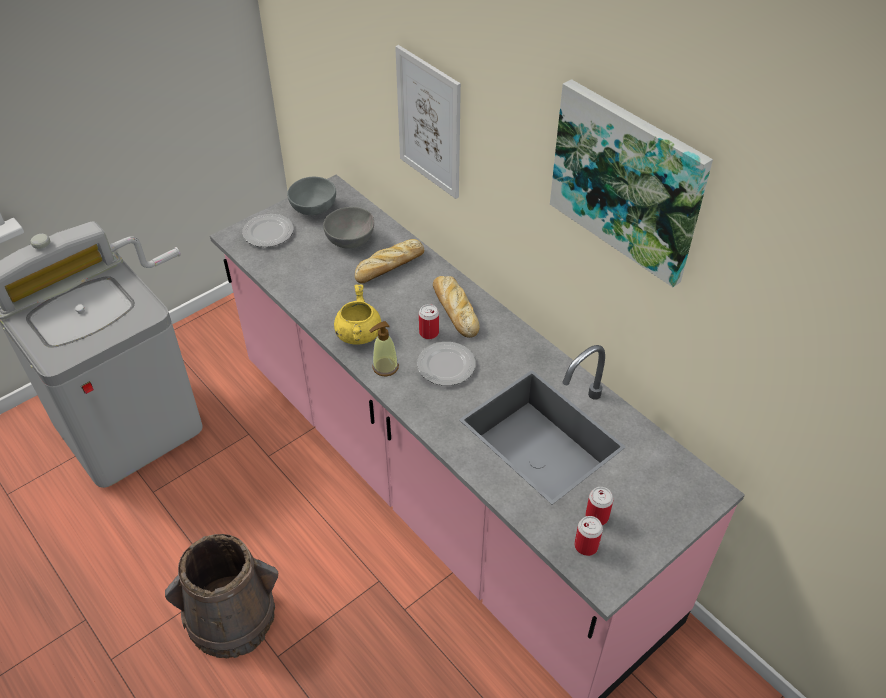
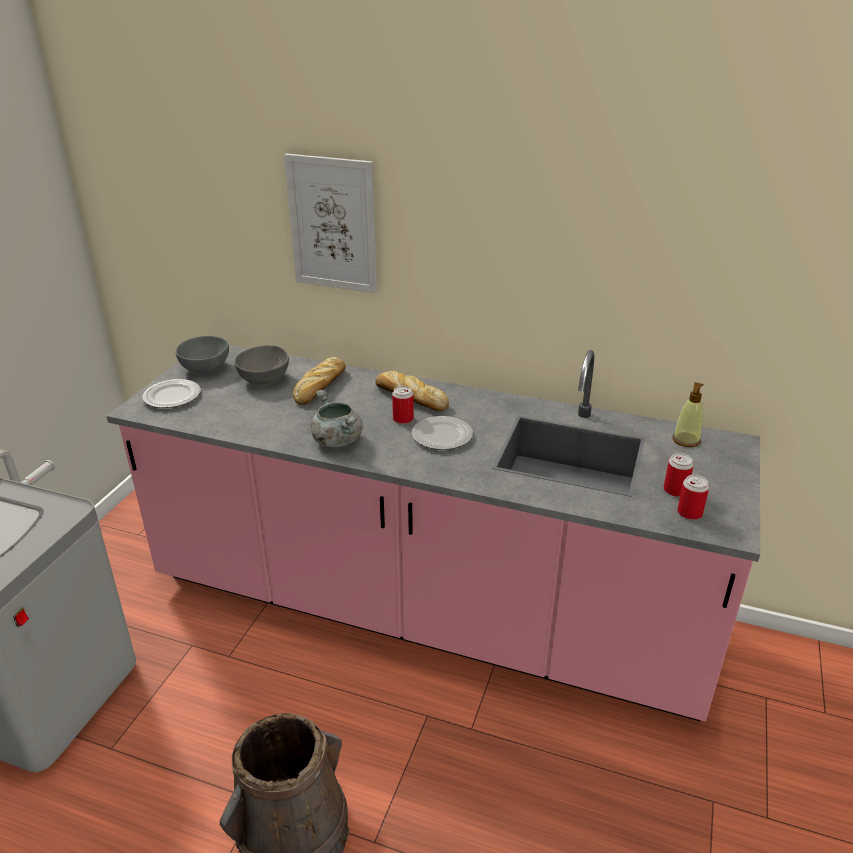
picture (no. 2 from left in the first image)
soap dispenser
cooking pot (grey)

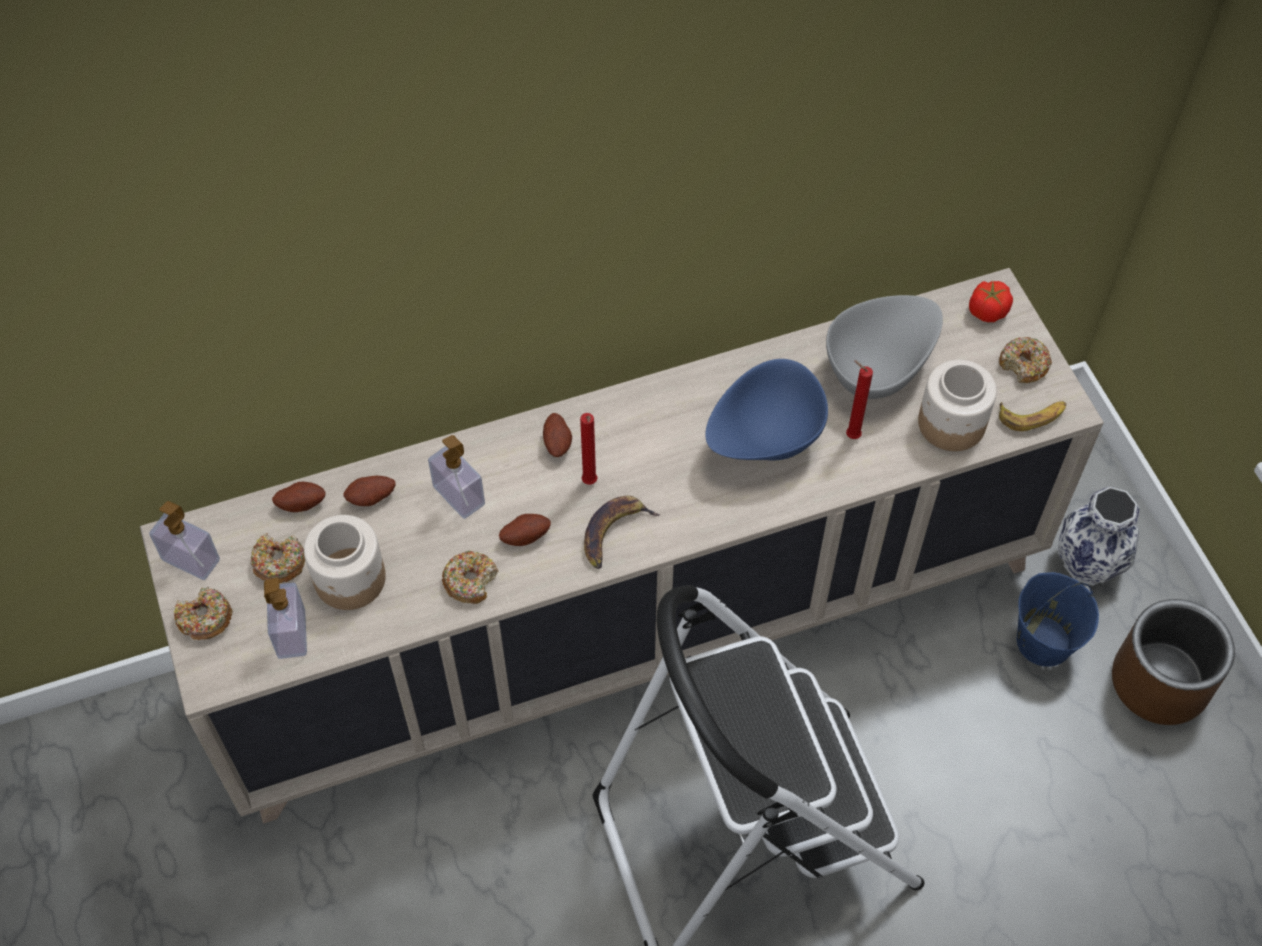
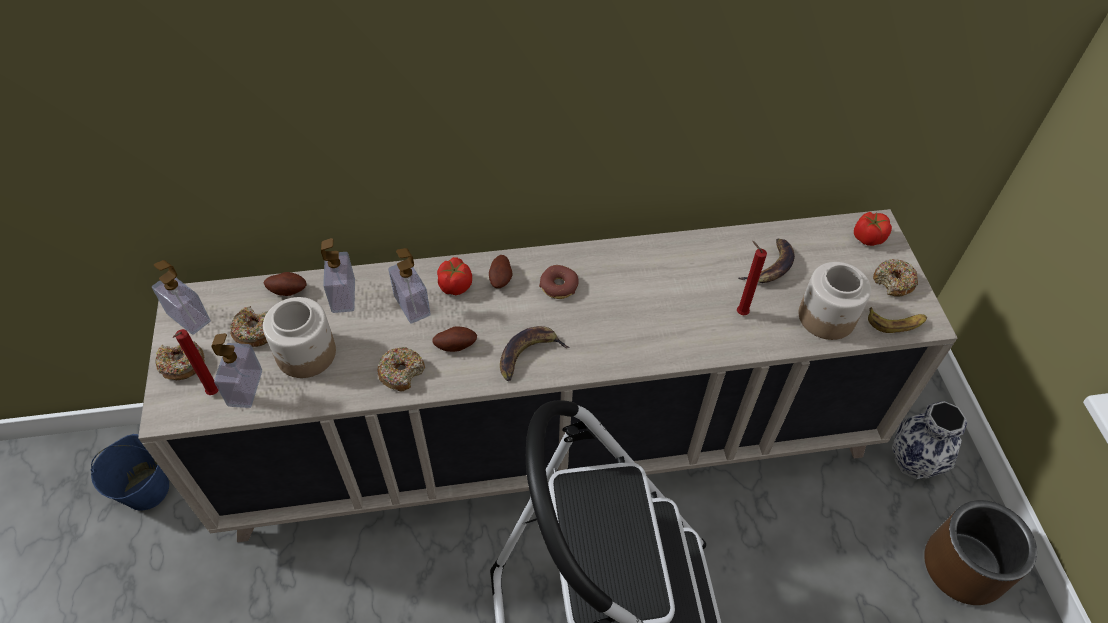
bowl (blue)
tomato (no. 1 from left)
donut (no. 4 from left)
candle (red) (no. 1 from left)
bucket (blue)
soap dispenser (no. 3 from left)
banana (no. 2 from left)

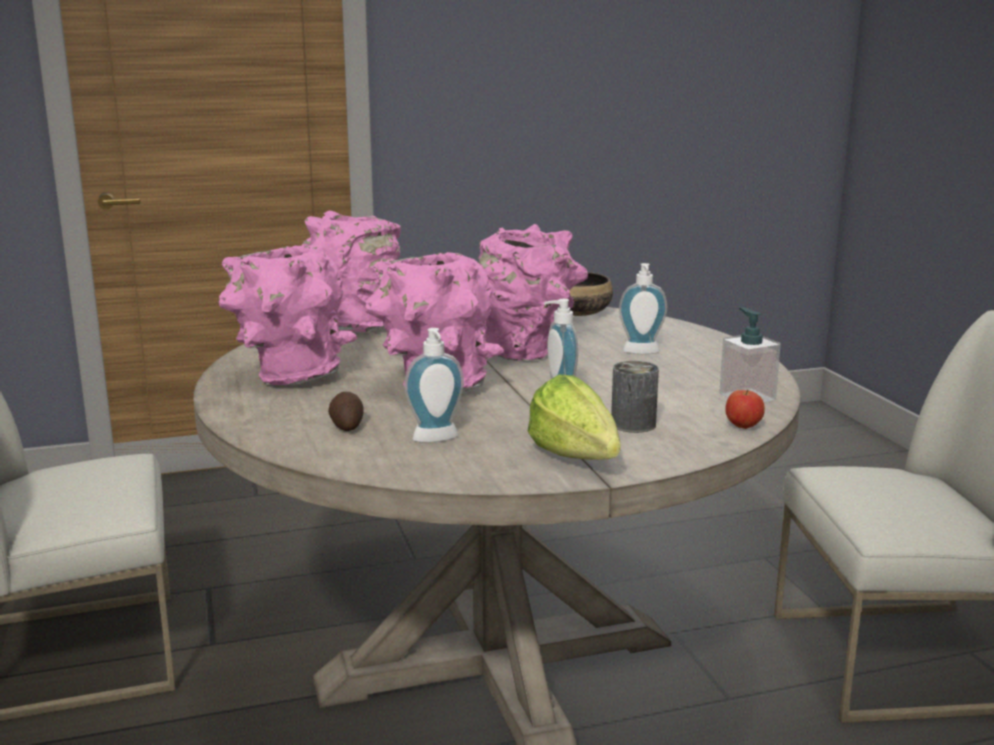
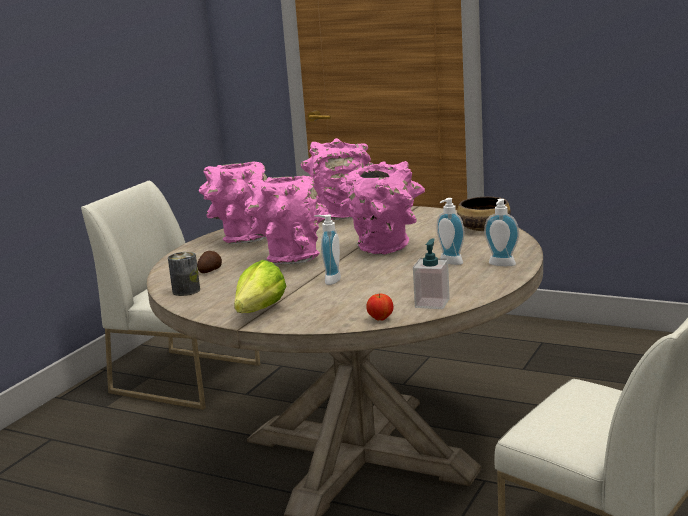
soap dispenser (no. 4 from left)
can

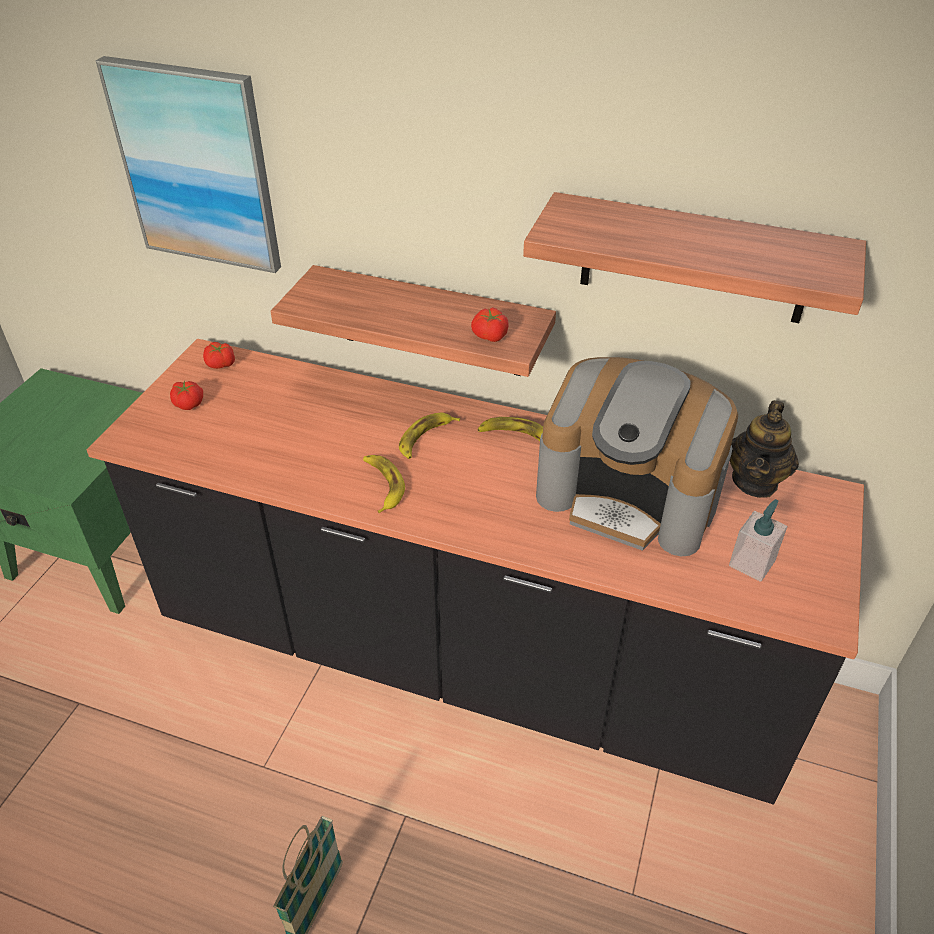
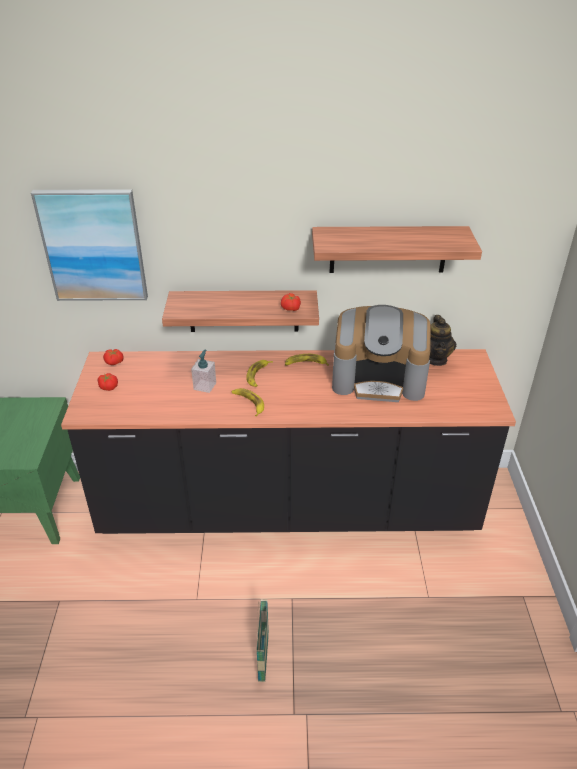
soap dispenser

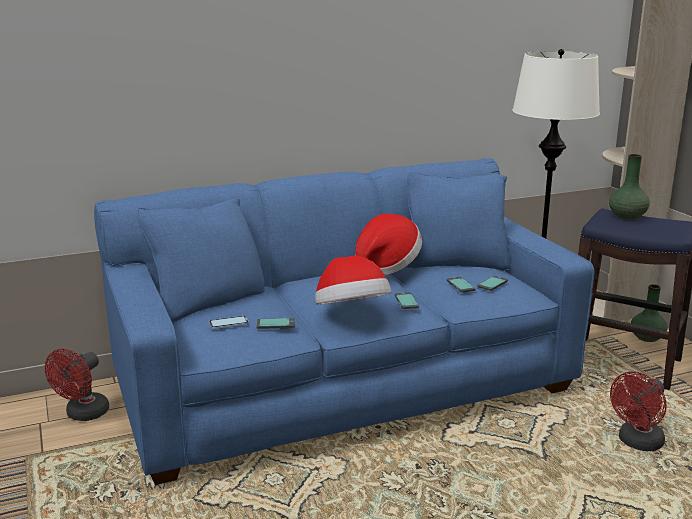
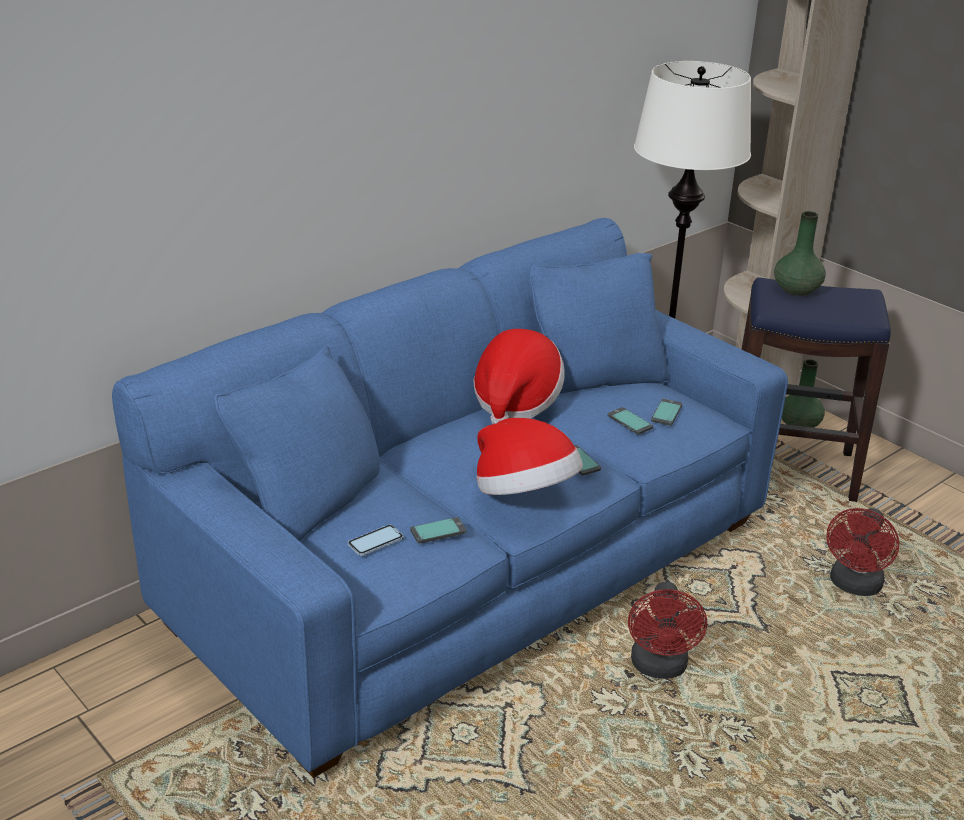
fan (red) (no. 1 from left)

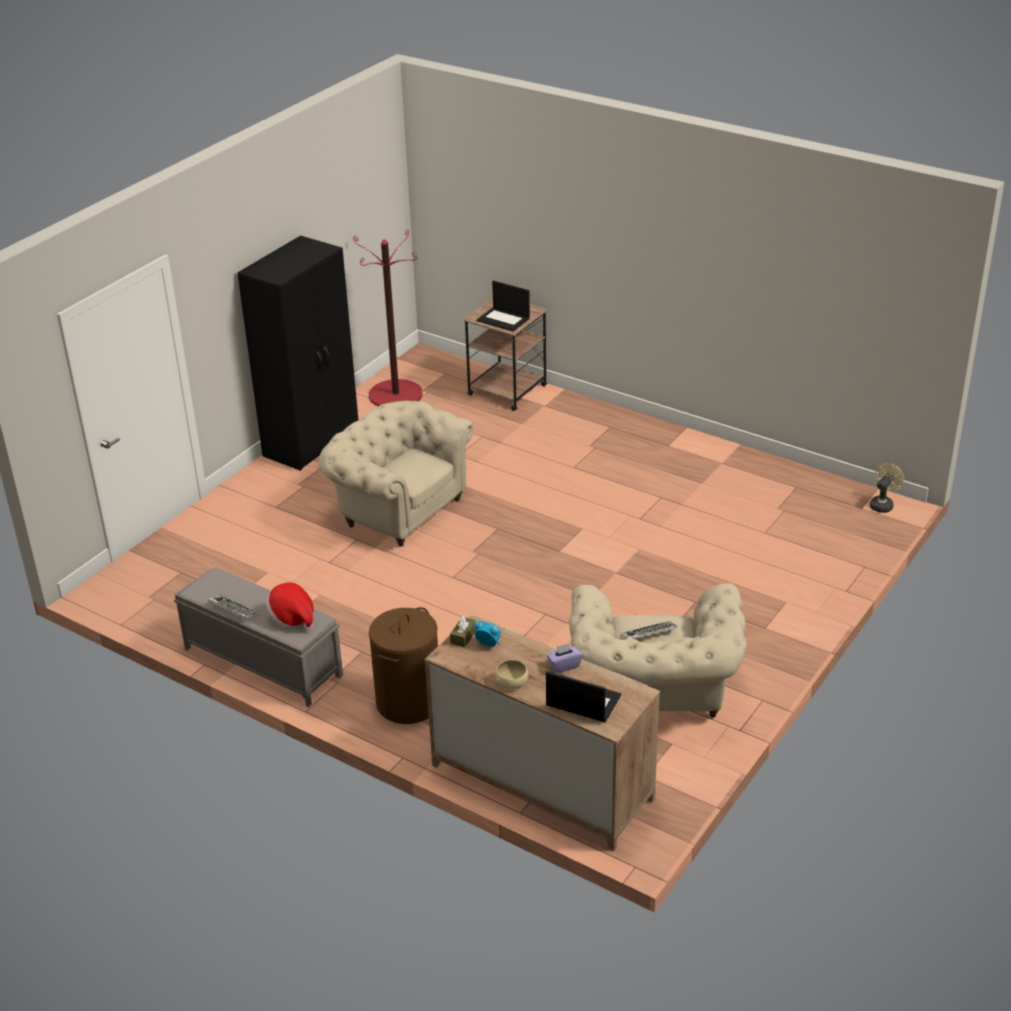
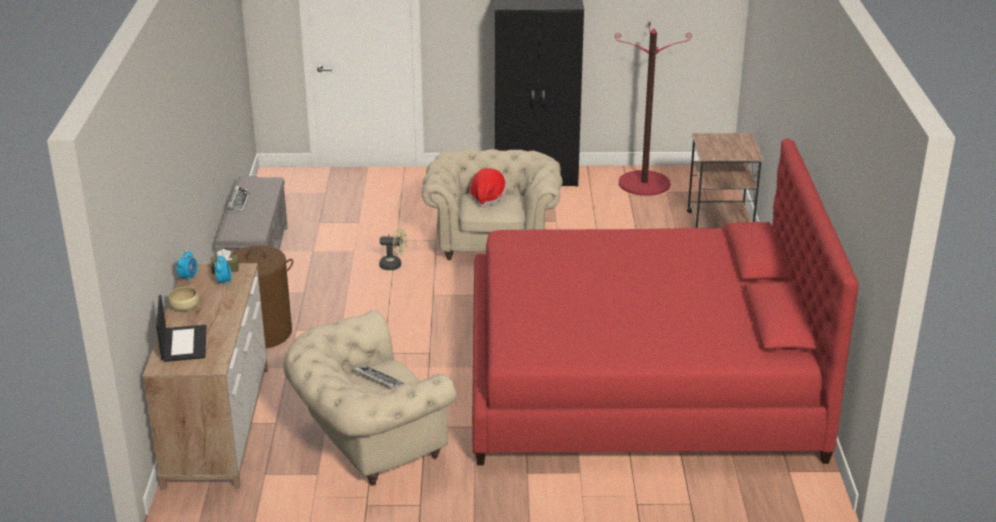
laptop (no. 1 from left in the first image)
tissue box (purple)
alarm clock (no. 1 from left)
bed (red)
hat
fan (beige)

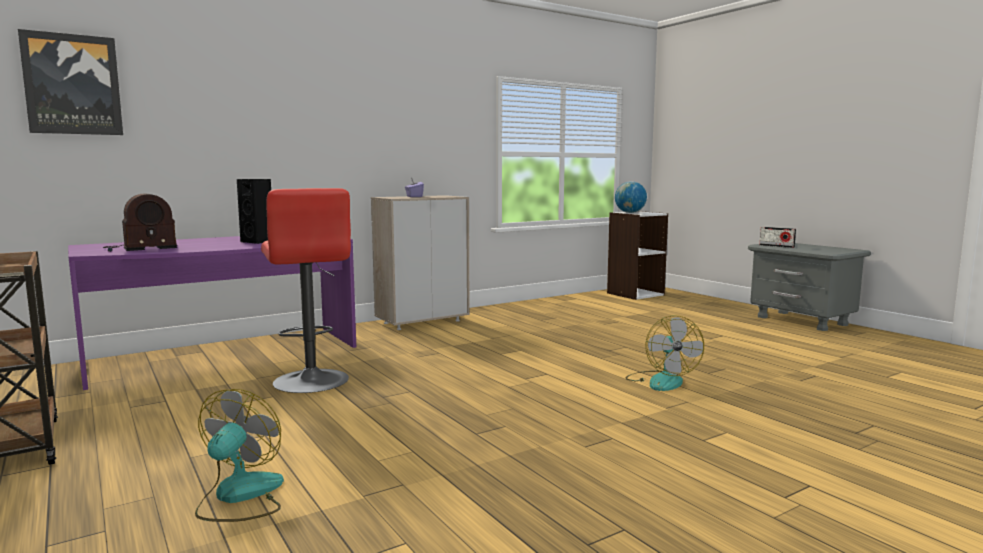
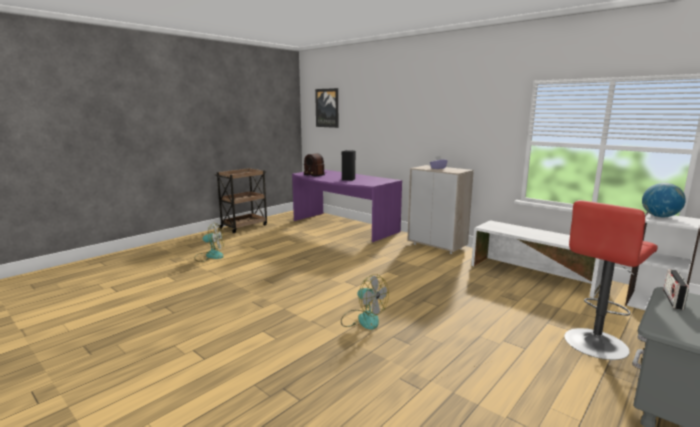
bench (white)
stool (red)
fan (no. 2 from left)

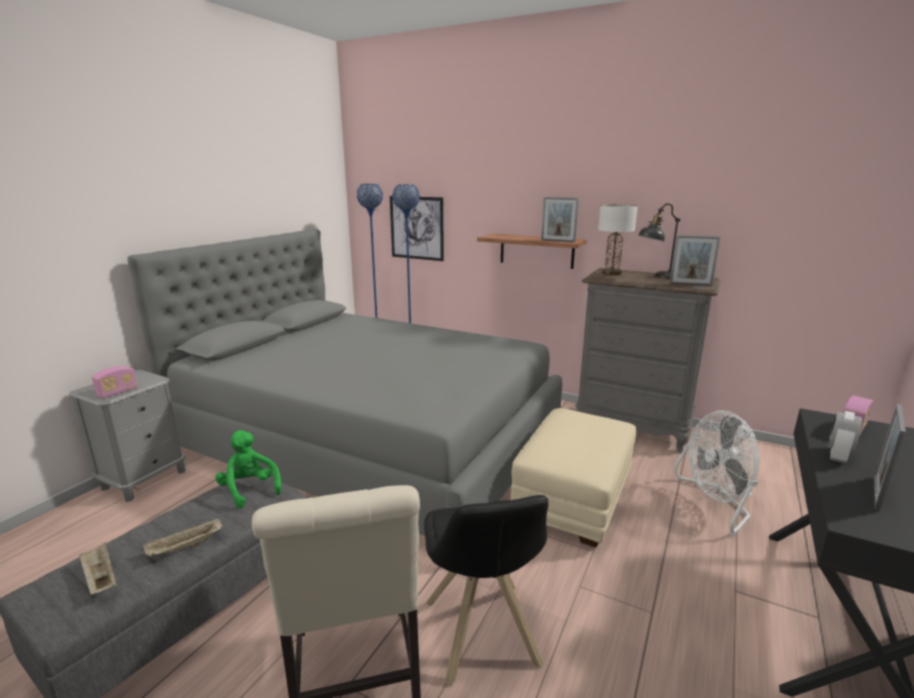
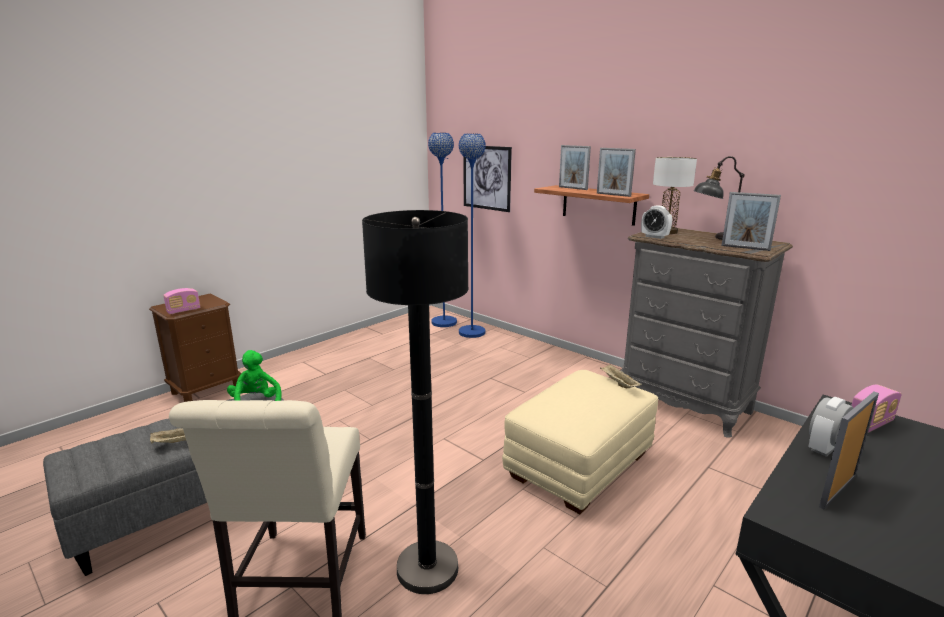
bed (grey)
fan (white)
picture frame (no. 1 from left)
alarm clock (no. 1 from left)
tray (beige) (no. 2 from left)
floor lamp (black)
nightstand (brown)

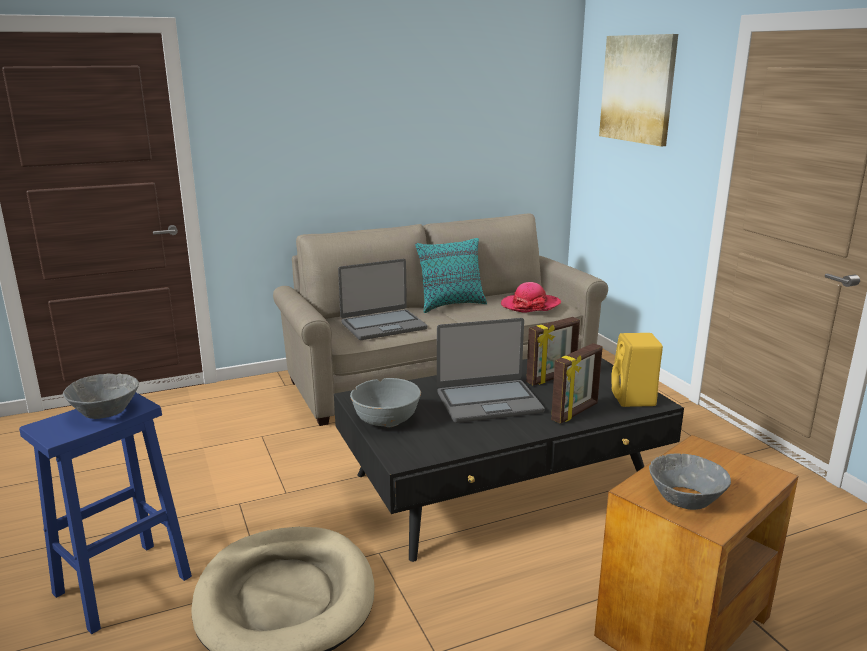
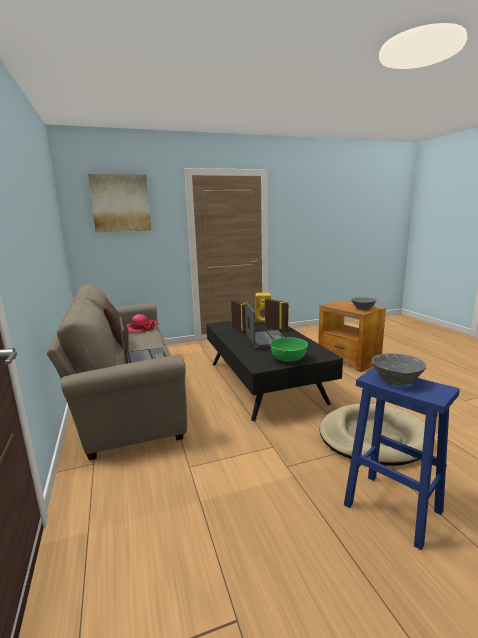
bowl (green)
pillow (brown)

